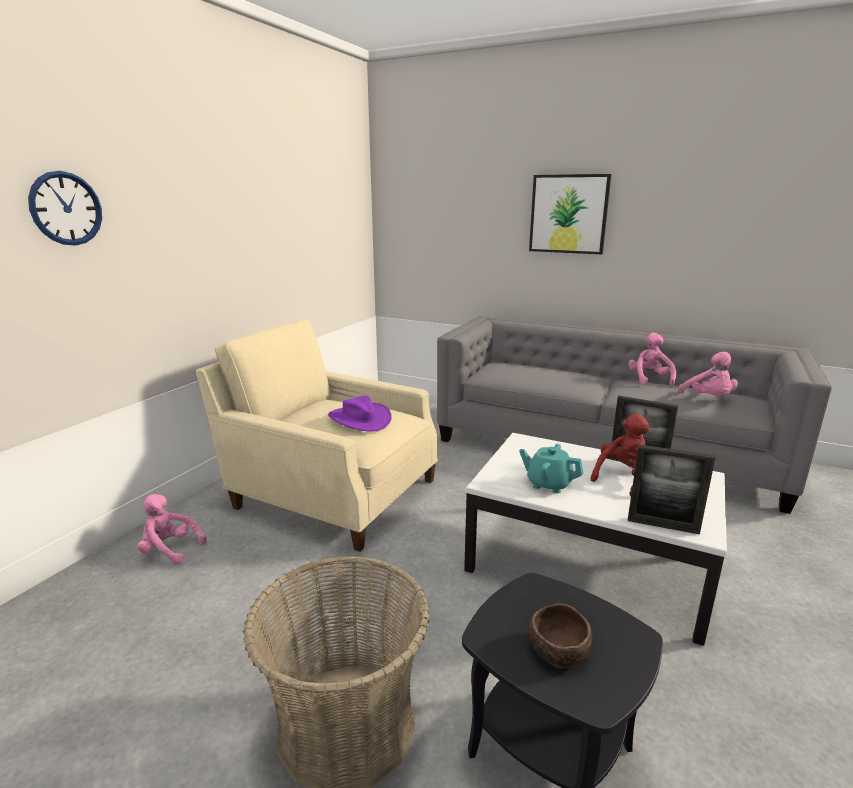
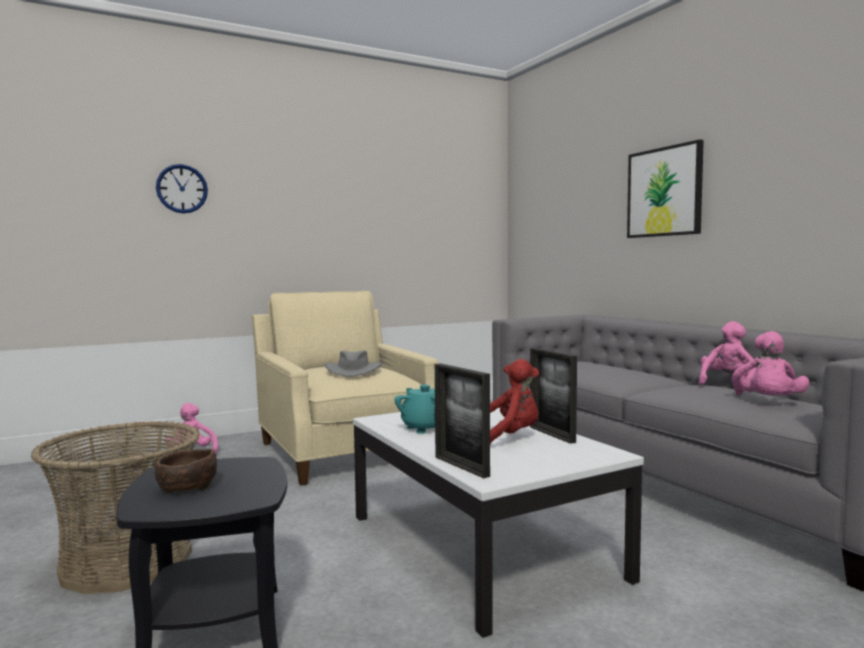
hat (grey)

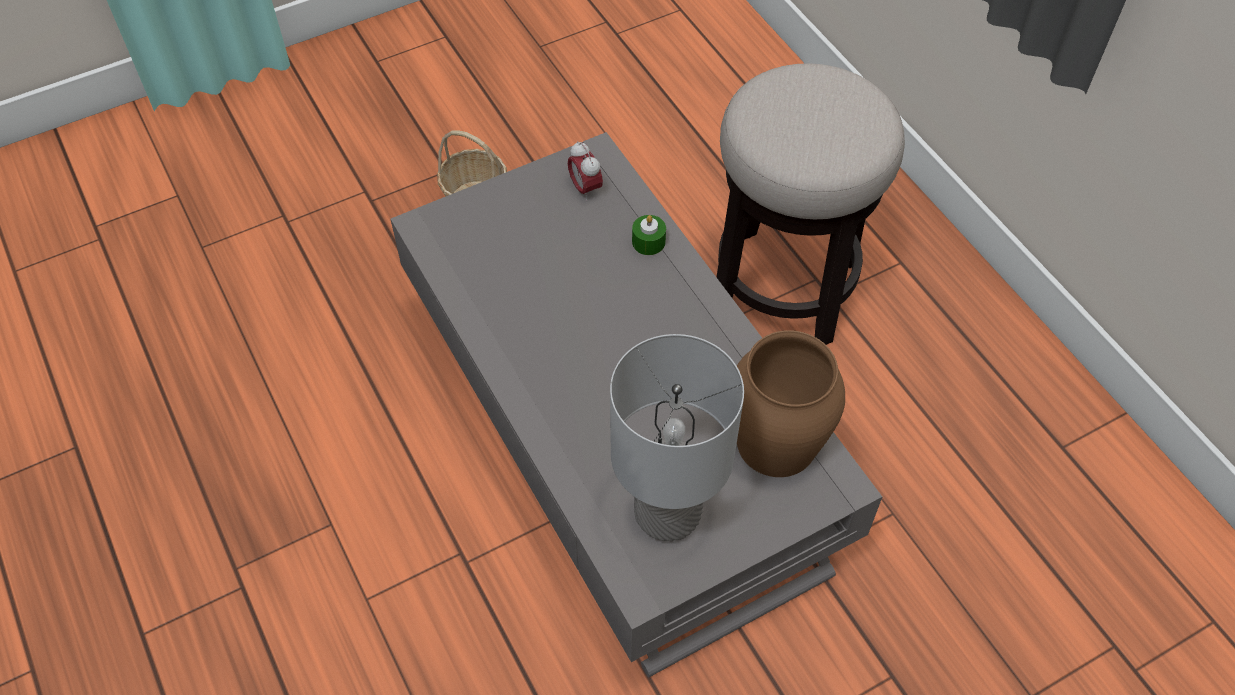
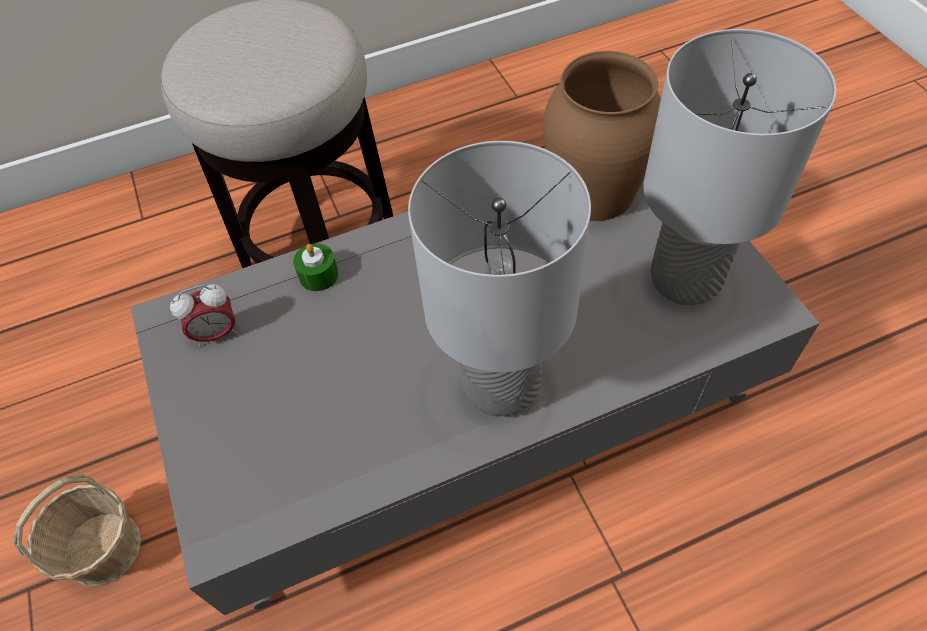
table lamp (grey) (no. 1 from left)

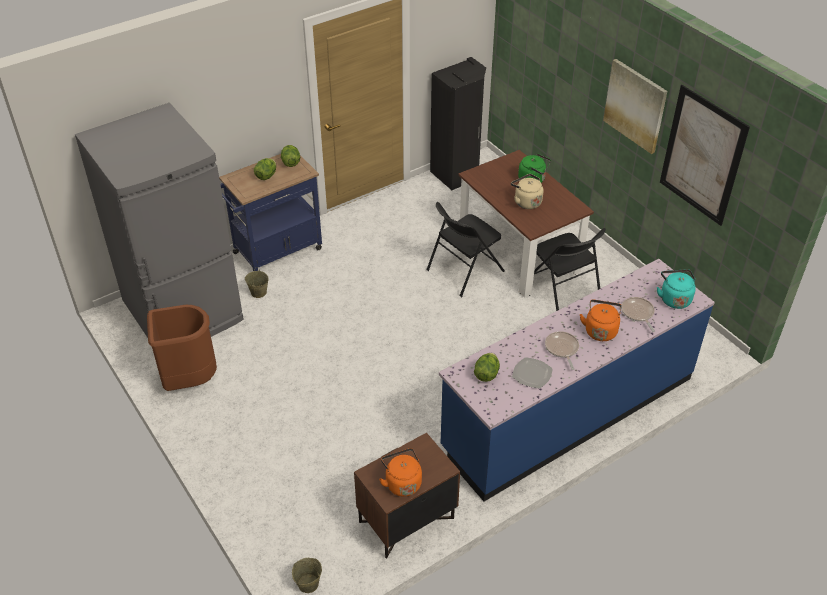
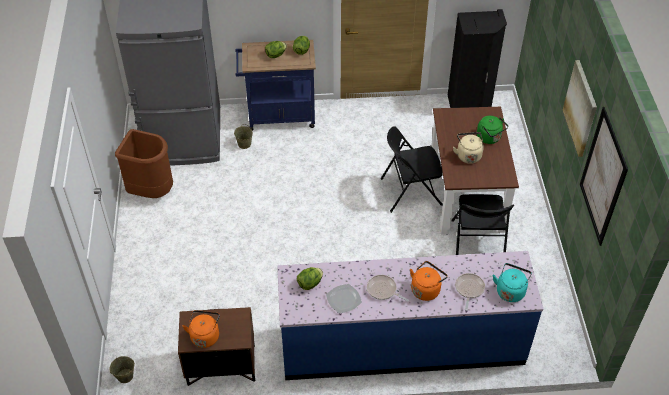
frying pan (no. 1 from left)

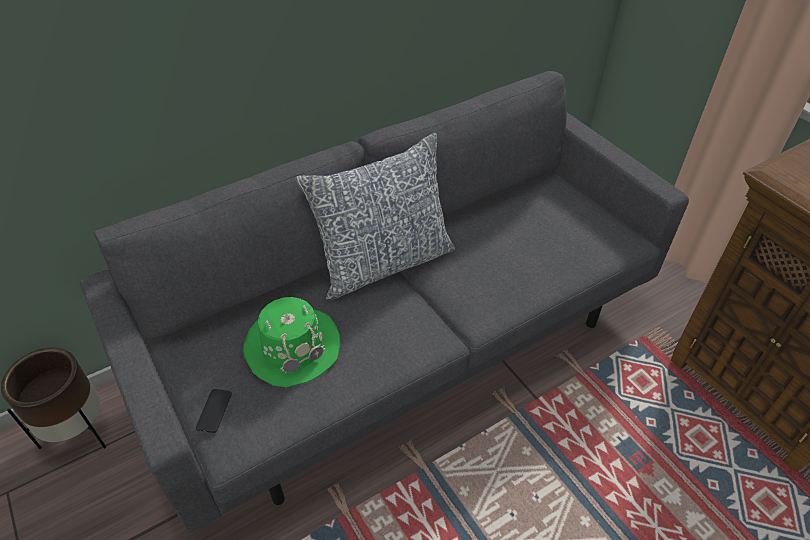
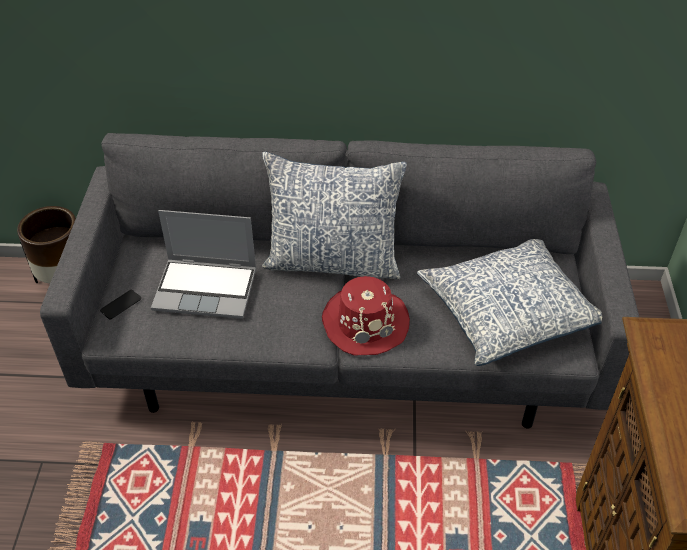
hat (red)
pillow (no. 2 from left)
laptop

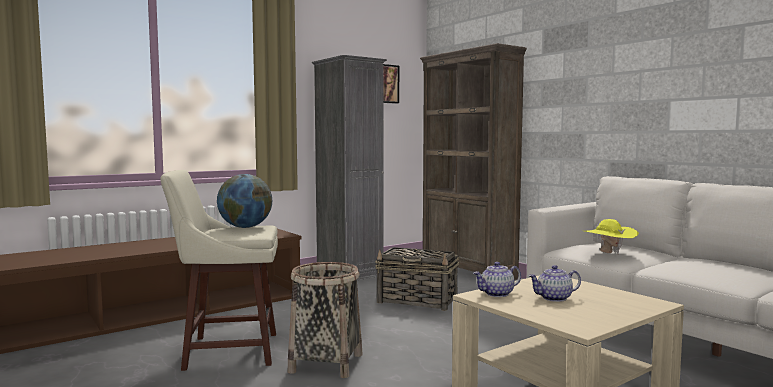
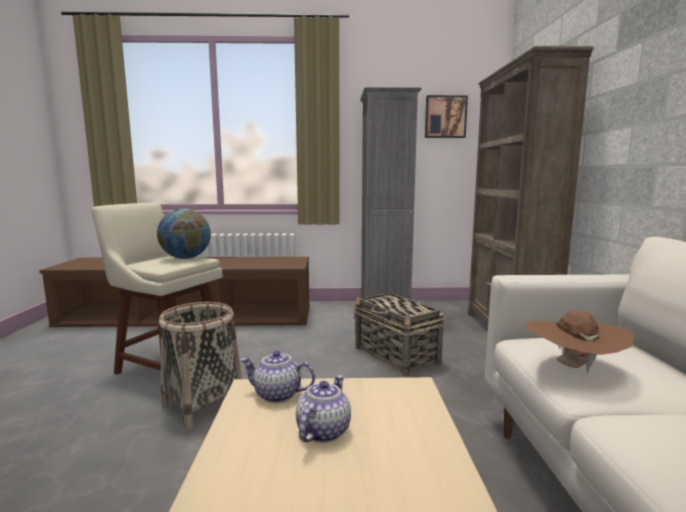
hat (brown)
teapot (no. 2 from left)

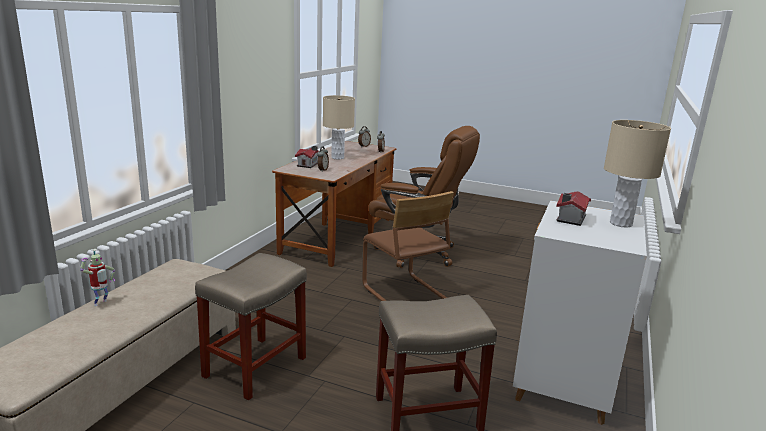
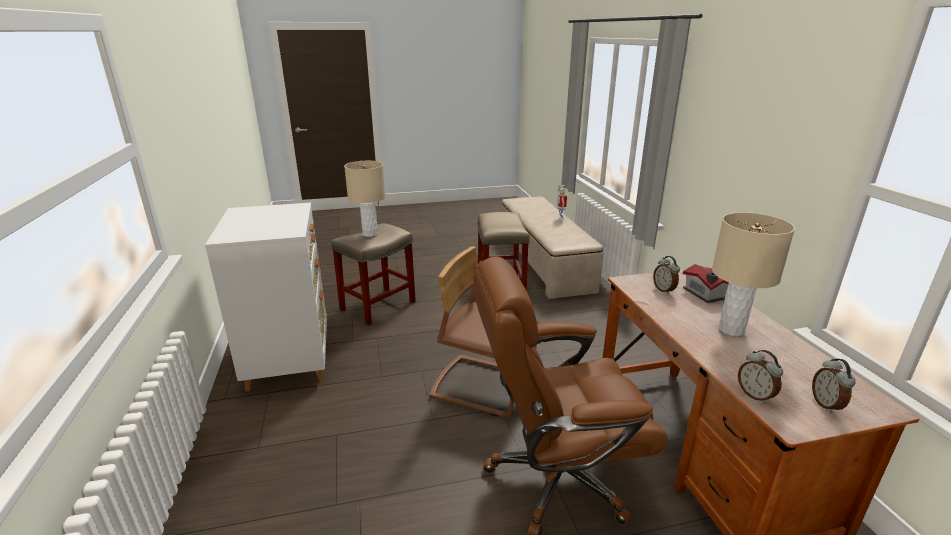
toy house (no. 2 from left in the first image)
table lamp (beige) (no. 1 from left)

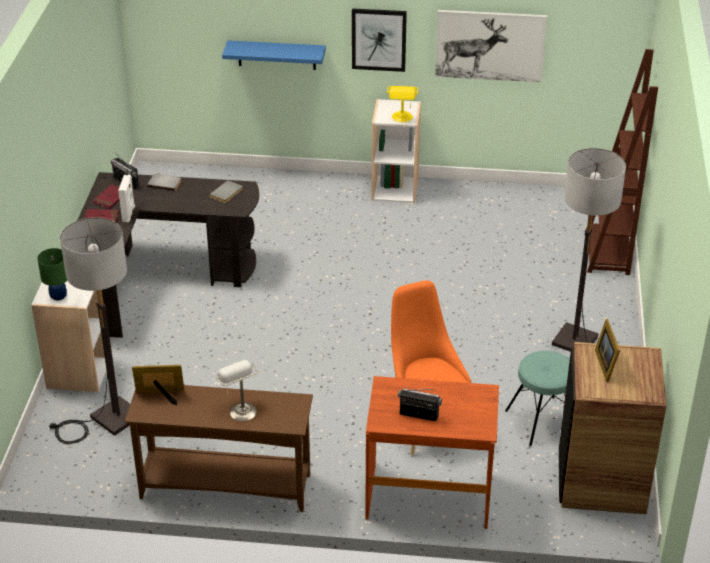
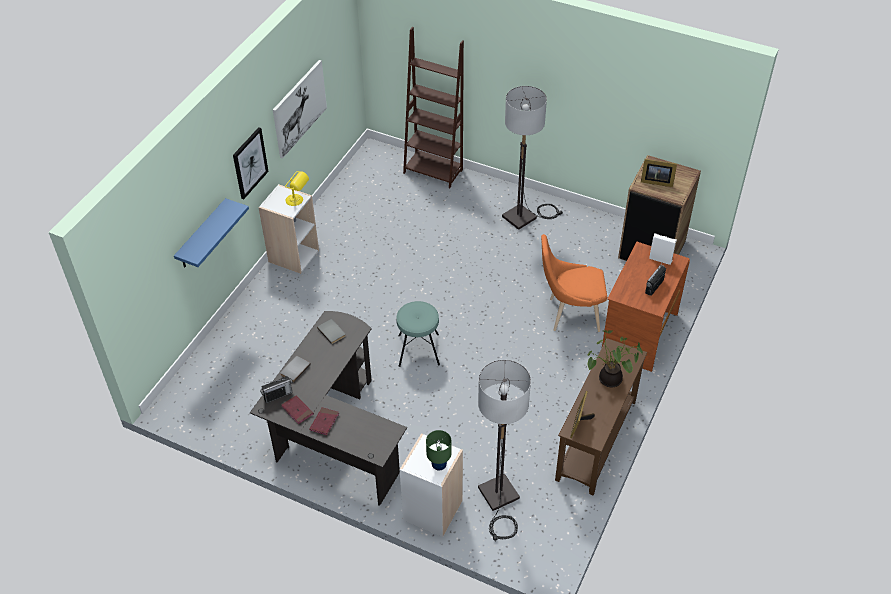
speaker (white)
stool (turquoise)
potted plant

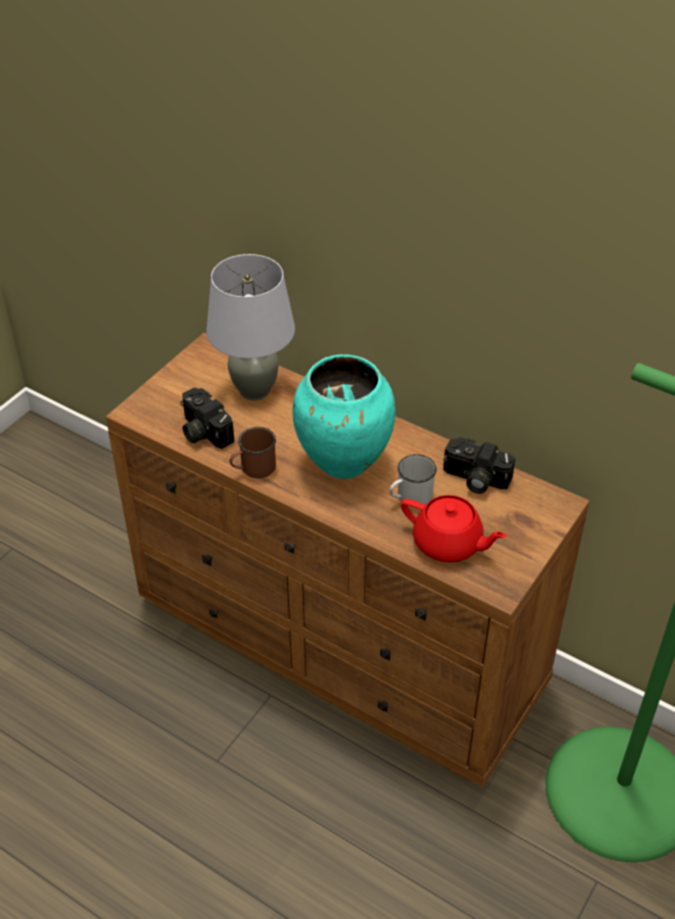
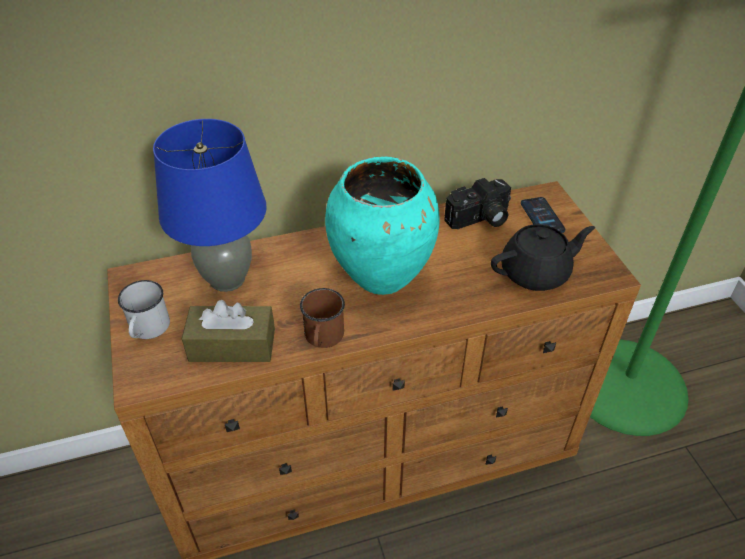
phone
mug (white)
tissue box (brown)
table lamp (blue)
teapot (black)

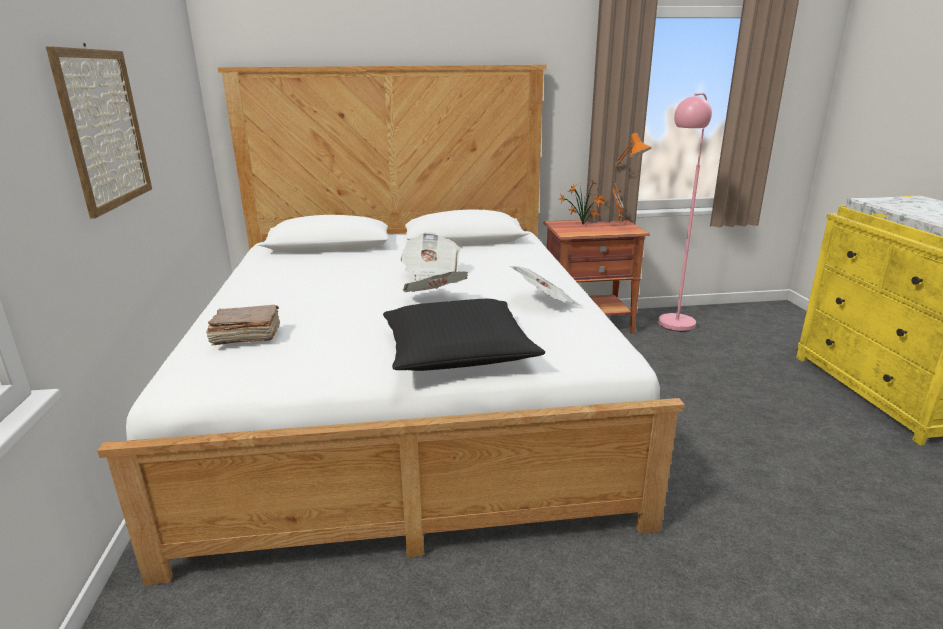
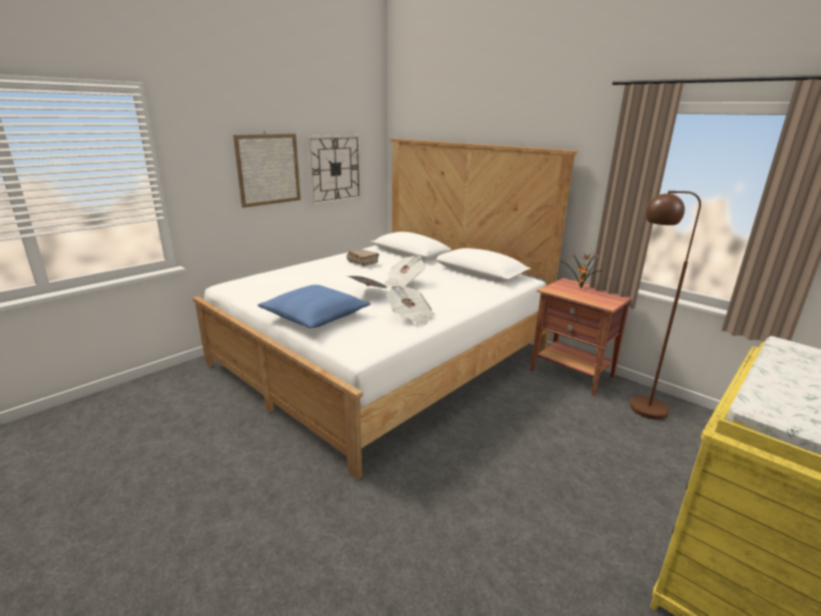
table lamp (orange)
wall clock
book (brown)
pillow (blue)
floor lamp (brown)

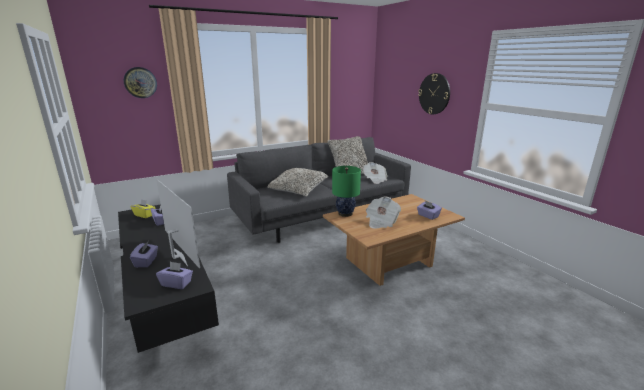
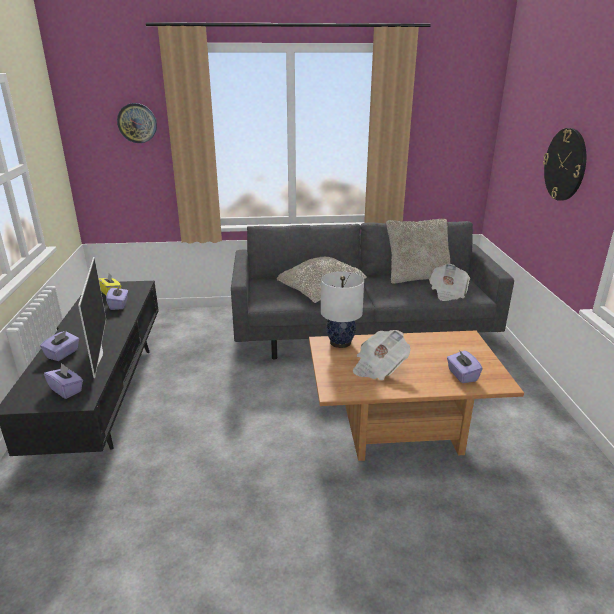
table lamp (white)

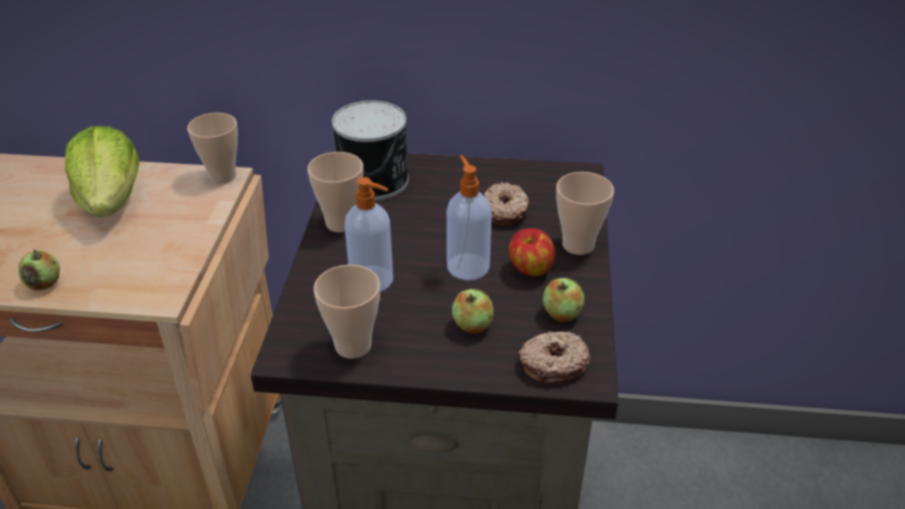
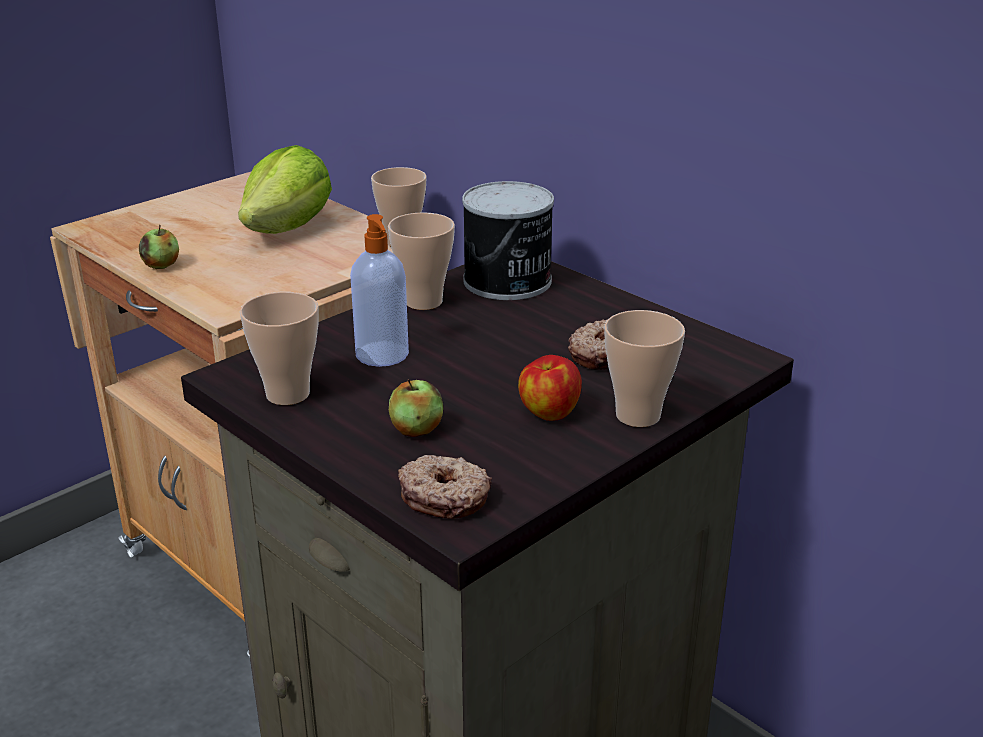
soap dispenser (no. 2 from left in the first image)
apple (no. 4 from left in the first image)

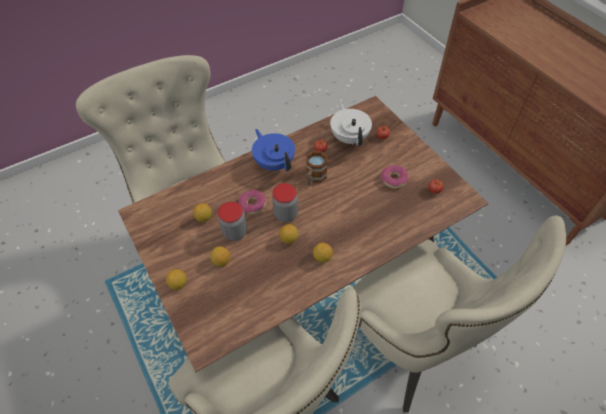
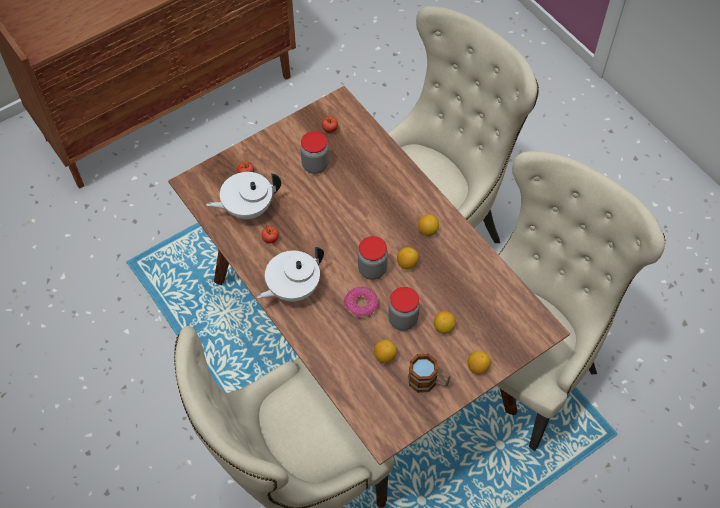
mug
jar (no. 1 from left)
teapot (white) (no. 2 from left)

